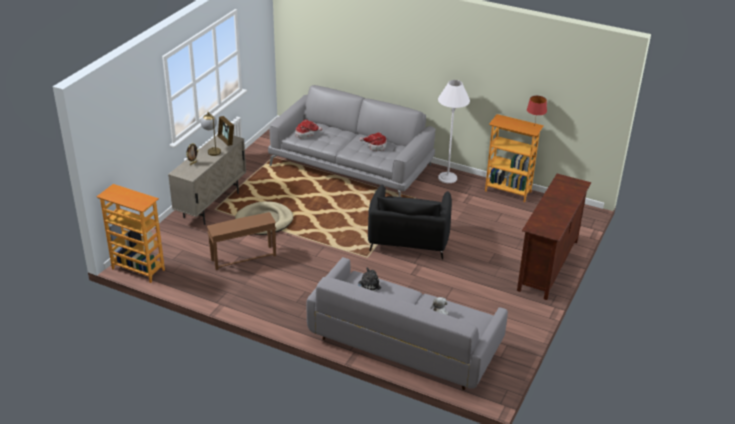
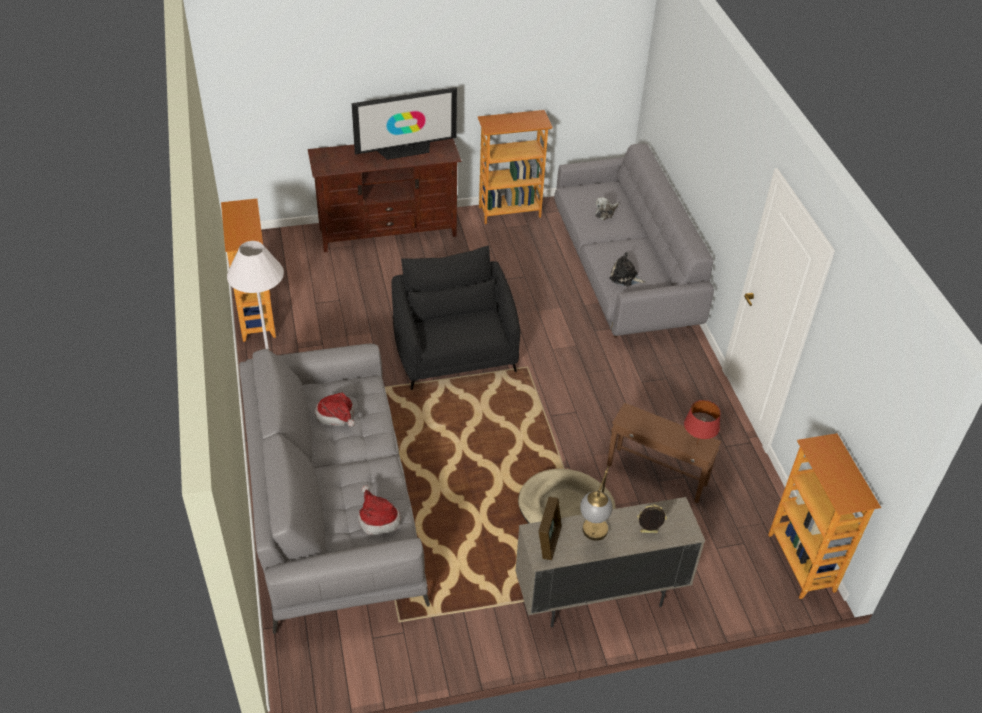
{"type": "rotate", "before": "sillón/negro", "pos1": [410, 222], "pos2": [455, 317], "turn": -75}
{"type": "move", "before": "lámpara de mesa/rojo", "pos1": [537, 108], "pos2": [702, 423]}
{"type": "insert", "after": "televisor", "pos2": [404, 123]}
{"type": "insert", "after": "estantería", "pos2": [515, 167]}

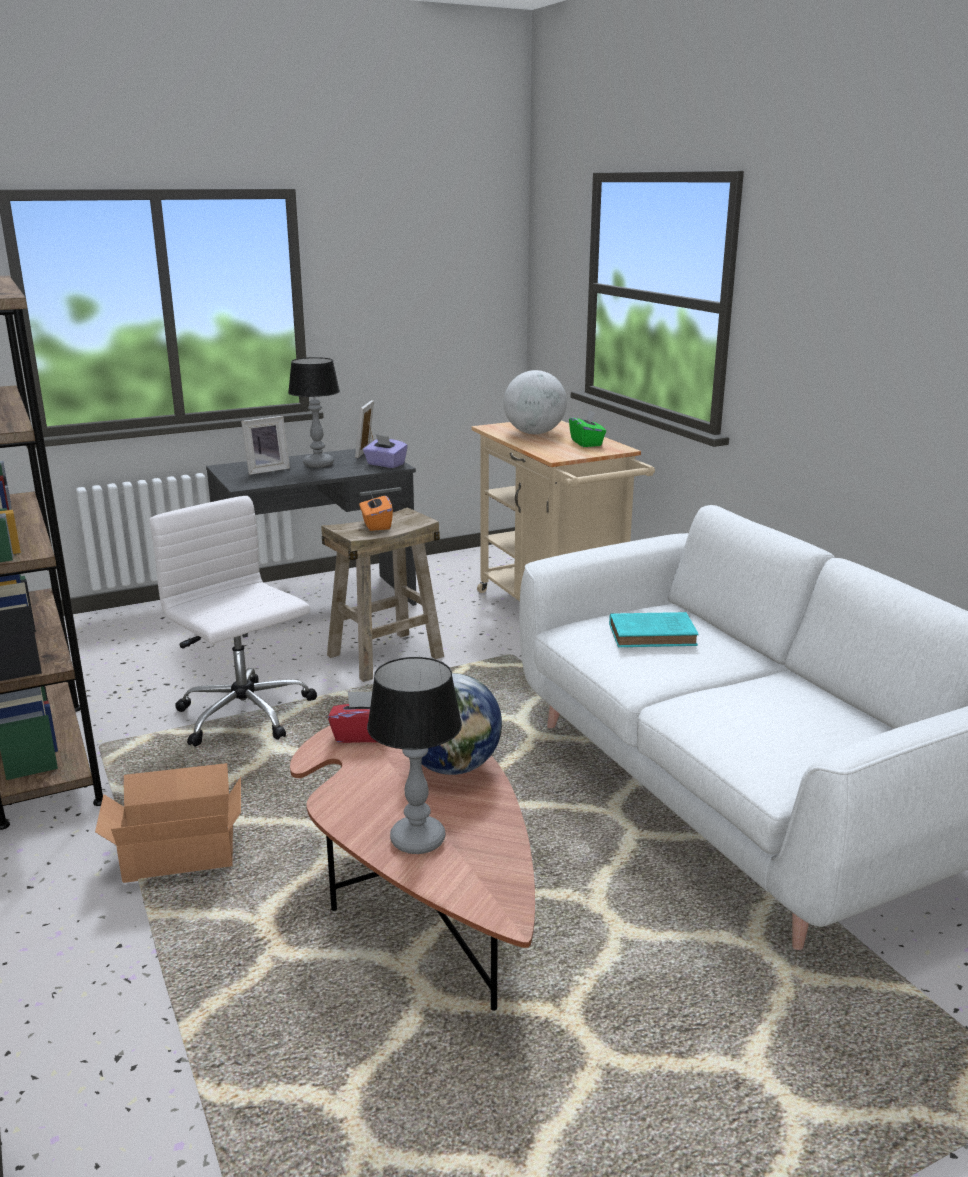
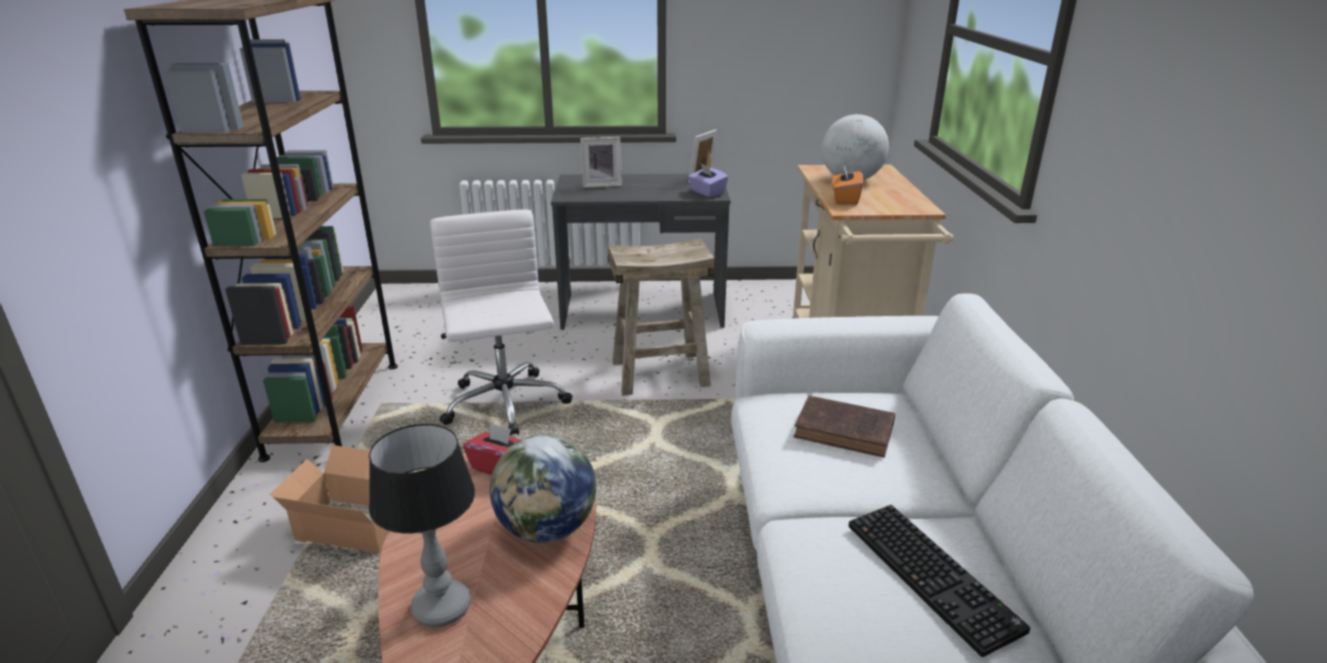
{"type": "delete", "before": "lámpara de mesa", "pos1": [314, 412]}
{"type": "move", "before": "caja de pañuelos/naranja", "pos1": [376, 511], "pos2": [847, 185]}
{"type": "delete", "before": "caja de pañuelos/verde", "pos1": [587, 428]}
{"type": "recolor", "before": "libro/turquesa", "after": "libro/marrón", "pos1": [654, 629], "pos2": [844, 426]}
{"type": "insert", "after": "teclado", "pos2": [939, 581]}

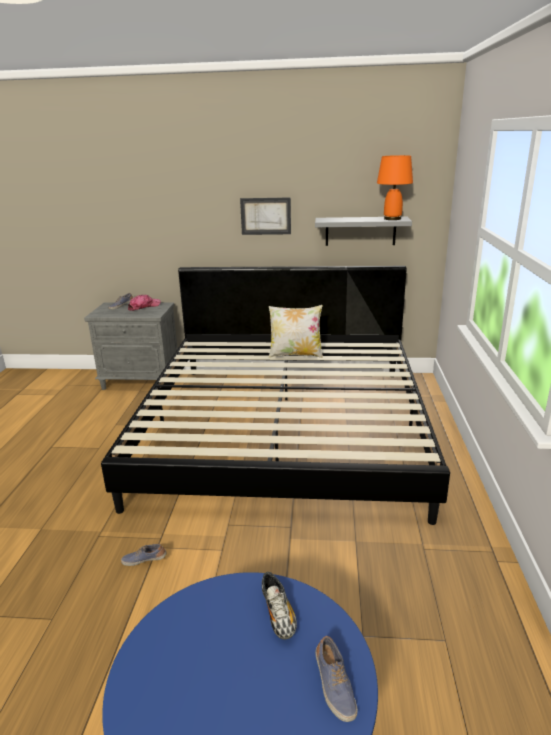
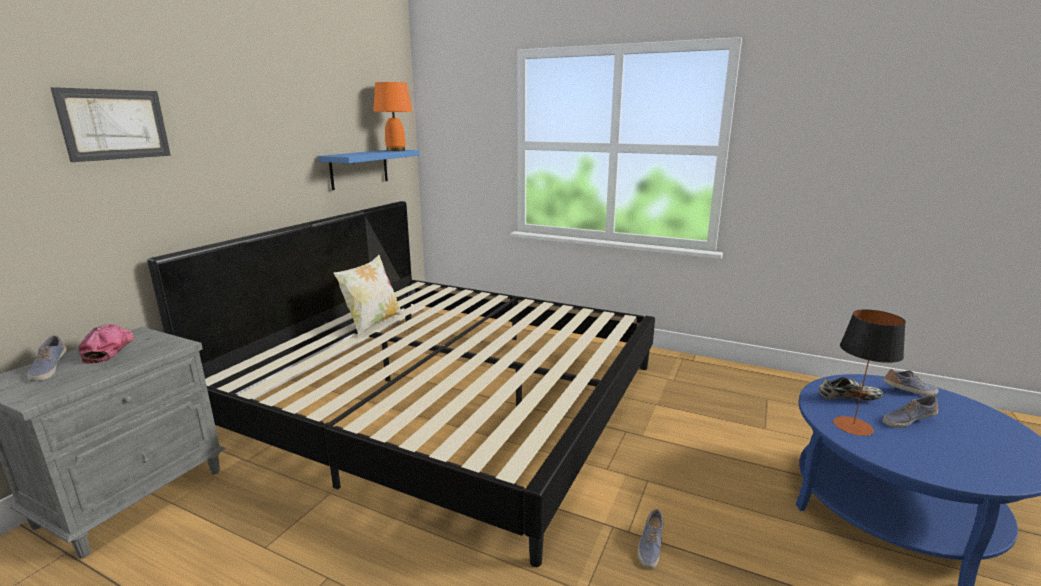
{"type": "move", "before": "cuadro", "pos1": [265, 216], "pos2": [110, 124]}
{"type": "recolor", "before": "estante/gris", "after": "estante/azul", "pos1": [363, 231], "pos2": [368, 170]}
{"type": "insert", "after": "lámpara de mesa", "pos2": [869, 373]}
{"type": "insert", "after": "zapato", "pos2": [910, 412]}

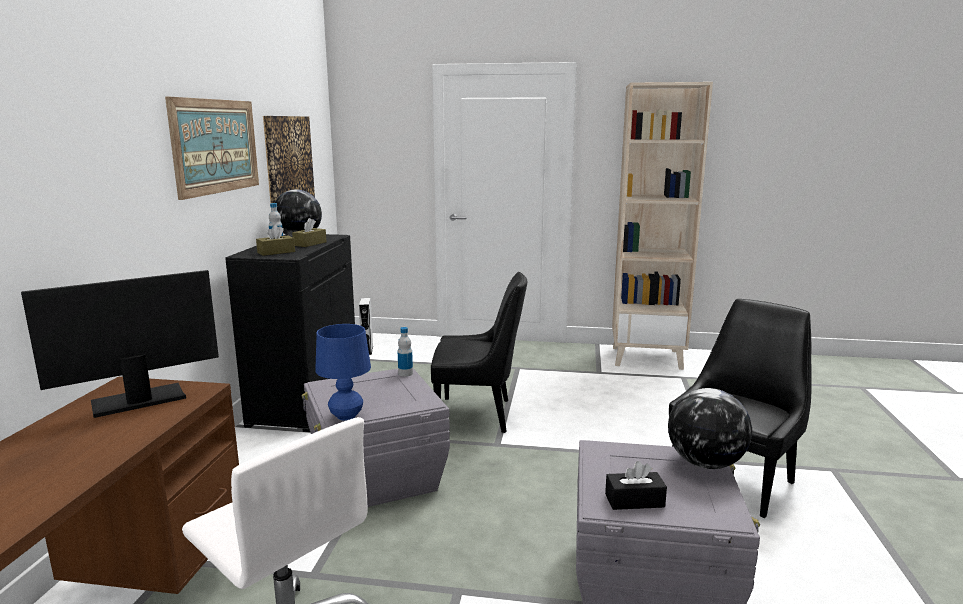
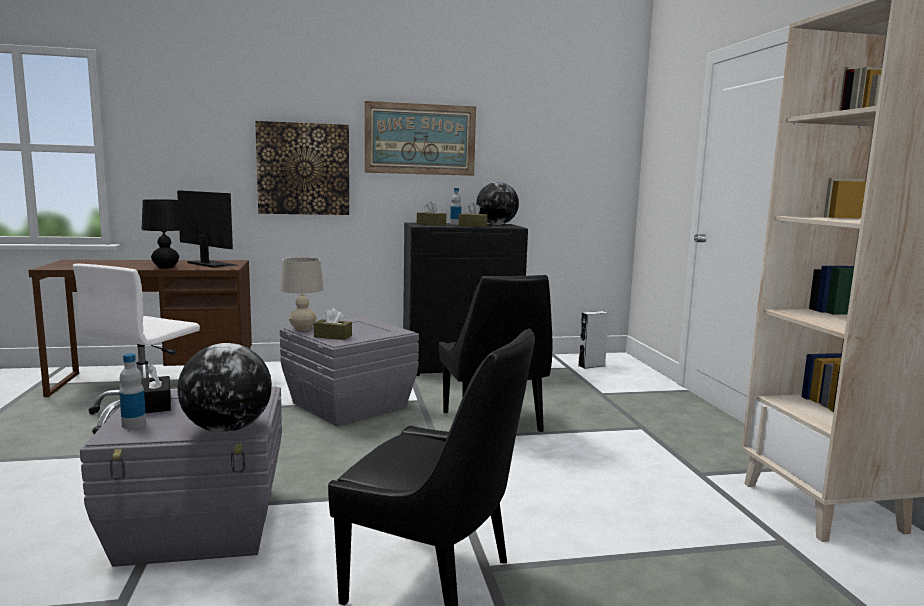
{"type": "move", "before": "cuadro", "pos1": [289, 159], "pos2": [302, 168]}
{"type": "recolor", "before": "lámpara de mesa/azul", "after": "lámpara de mesa/beis", "pos1": [343, 372], "pos2": [302, 294]}
{"type": "move", "before": "botella", "pos1": [405, 352], "pos2": [132, 391]}
{"type": "insert", "after": "lámpara de mesa/negro", "pos2": [163, 234]}
{"type": "insert", "after": "caja de pañuelos/marrón", "pos2": [333, 324]}

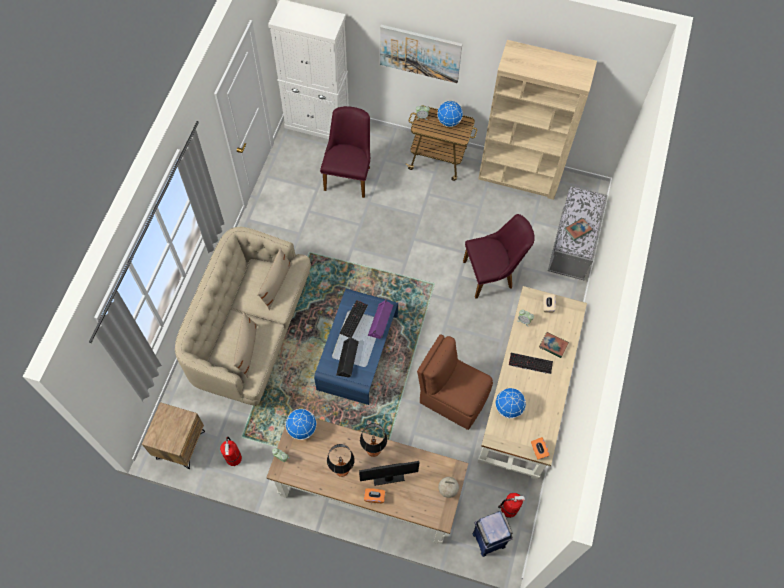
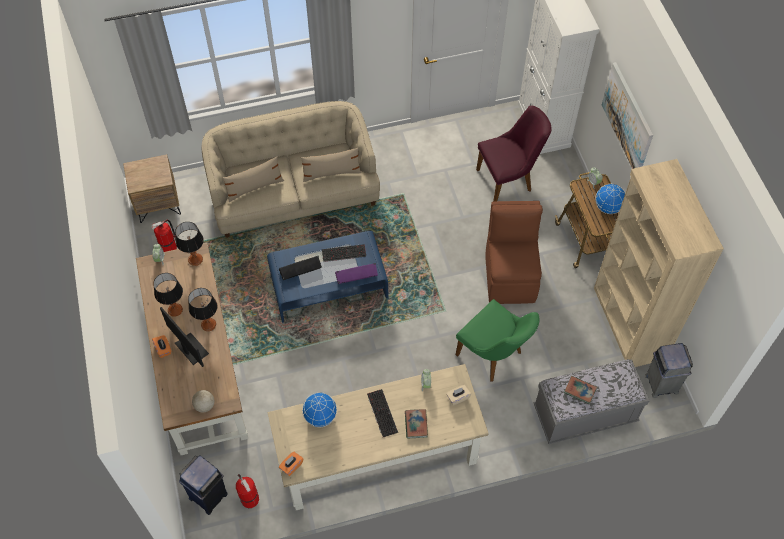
{"type": "replace", "before": "globo terráqueo", "after": "lámpara de mesa", "pos1": [301, 424], "pos2": [189, 244]}
{"type": "move", "before": "silla/marrón", "pos1": [455, 382], "pos2": [514, 252]}
{"type": "recolor", "before": "silla/morado", "after": "silla/verde", "pos1": [499, 256], "pos2": [498, 340]}
{"type": "insert", "after": "papelera/gris", "pos2": [669, 370]}

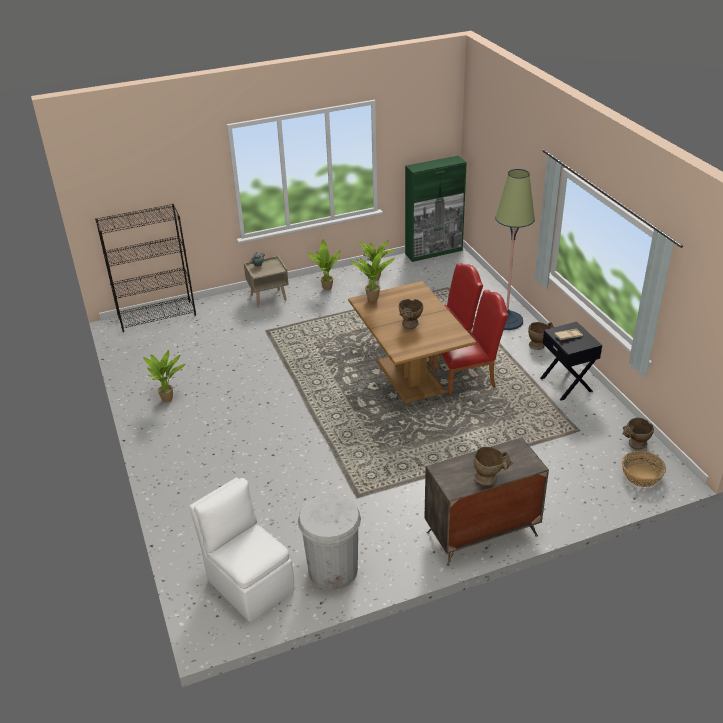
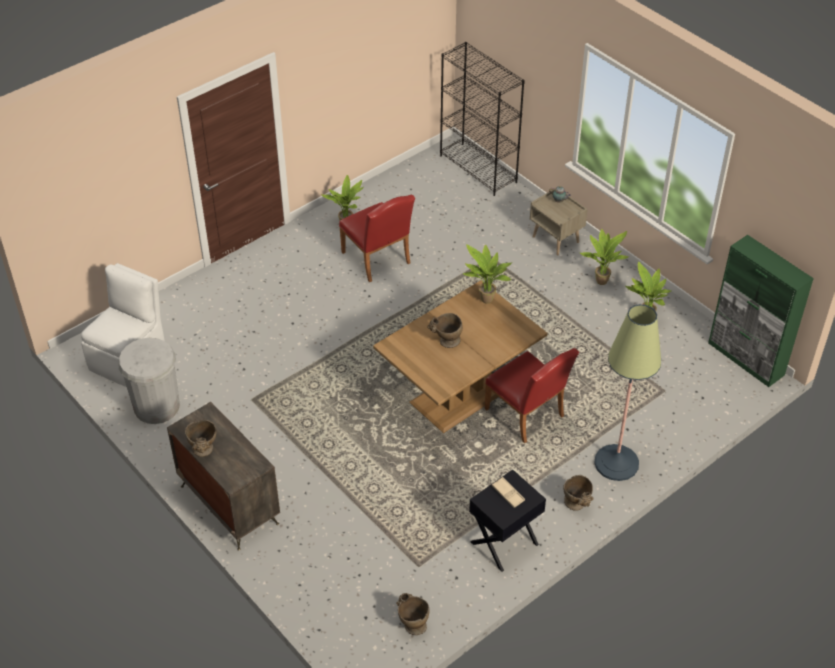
{"type": "move", "before": "silla/rojo", "pos1": [471, 343], "pos2": [377, 238]}
{"type": "delete", "before": "cesta", "pos1": [644, 469]}

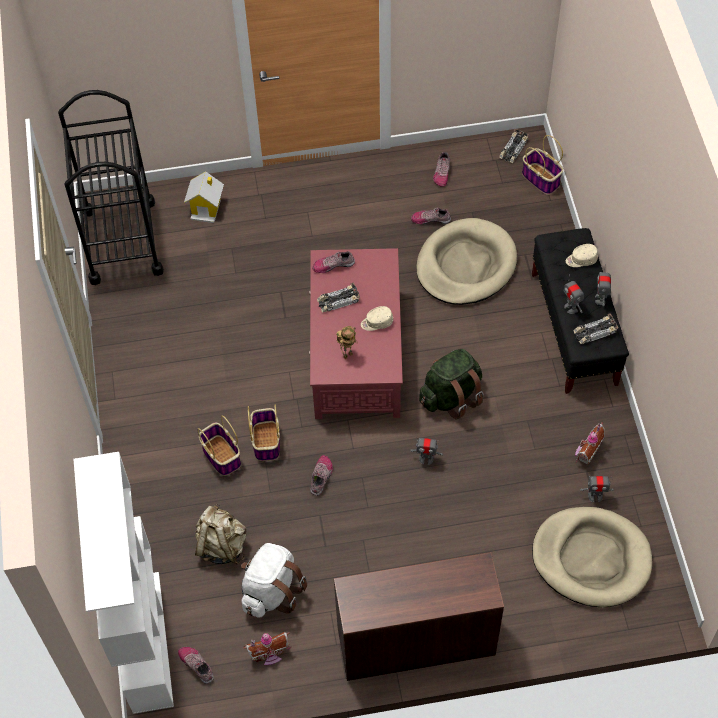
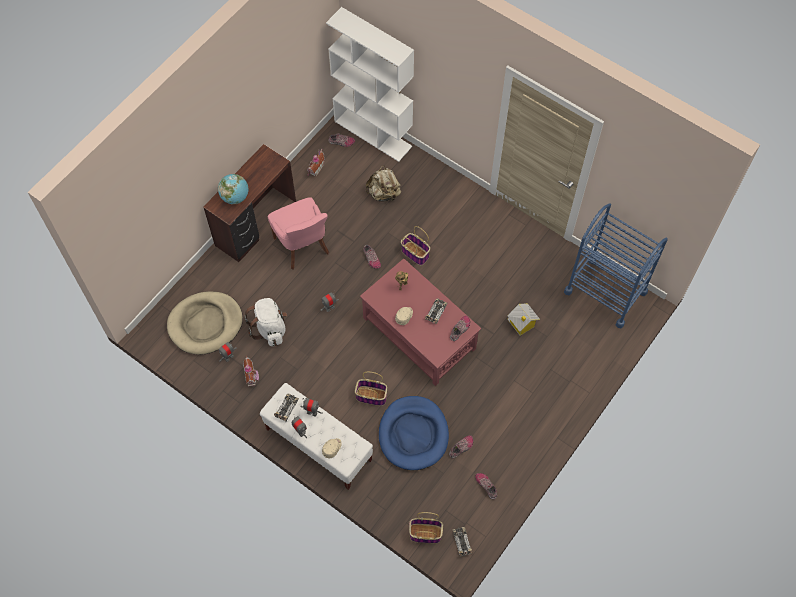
{"type": "recolor", "before": "carrito/negro", "after": "carrito/azul", "pos1": [111, 187], "pos2": [616, 266]}
{"type": "move", "before": "casita", "pos1": [204, 197], "pos2": [523, 319]}
{"type": "move", "before": "cesta", "pos1": [219, 445], "pos2": [371, 389]}
{"type": "move", "before": "mochila/blanco", "pos1": [274, 580], "pos2": [265, 322]}
{"type": "recolor", "before": "cama para perro/beis", "after": "cama para perro/azul", "pos1": [466, 261], "pos2": [414, 433]}
{"type": "delete", "before": "mochila/verde", "pos1": [451, 384]}
{"type": "recolor", "before": "banco/negro", "after": "banco/blanco", "pos1": [580, 311], "pos2": [316, 436]}
{"type": "insert", "after": "globo terráqueo", "pos2": [233, 189]}
{"type": "insert", "after": "silla/rosa", "pos2": [299, 233]}

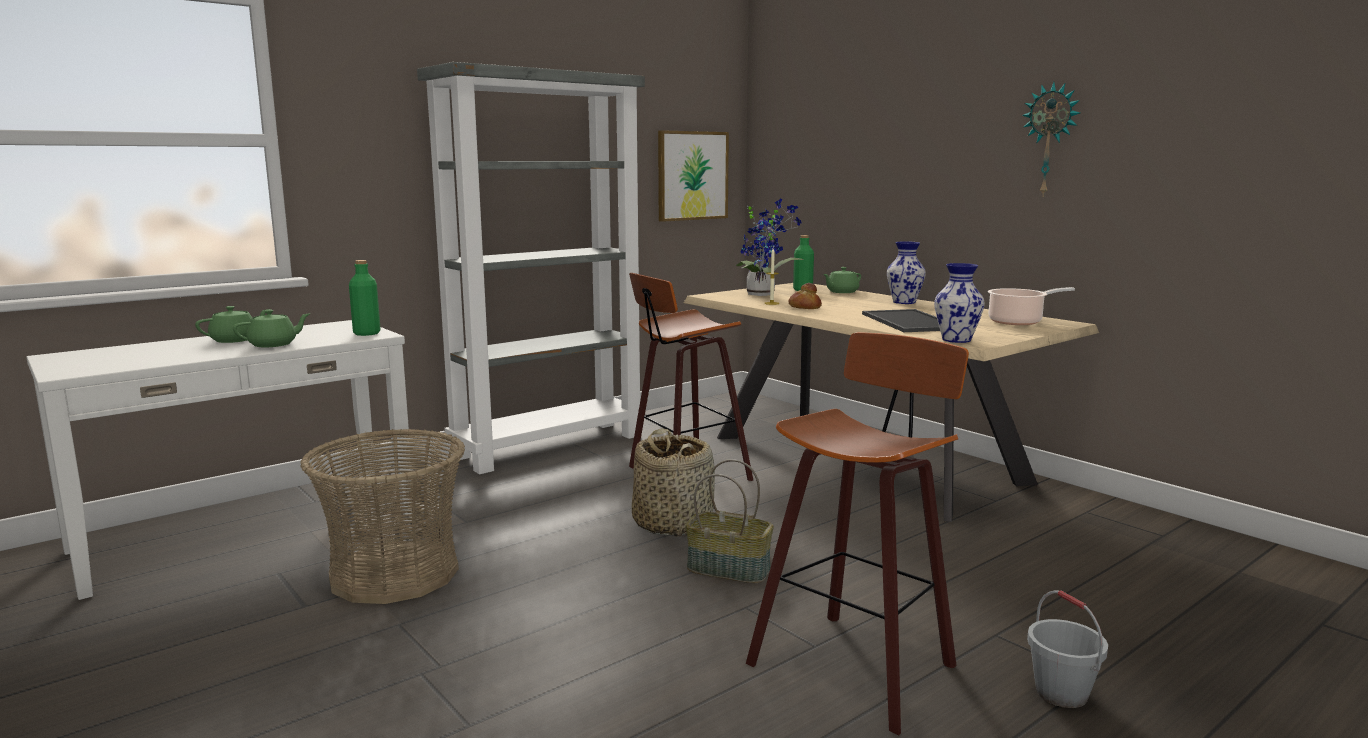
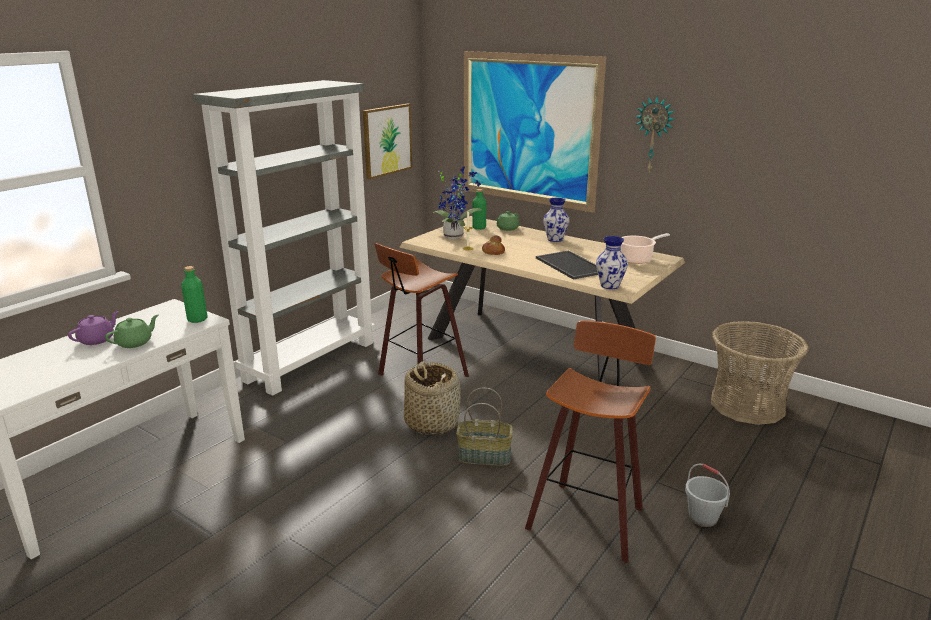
{"type": "recolor", "before": "tetera/verde", "after": "tetera/morado", "pos1": [232, 324], "pos2": [93, 328]}
{"type": "move", "before": "cesta", "pos1": [382, 516], "pos2": [760, 373]}
{"type": "insert", "after": "cuadro", "pos2": [535, 132]}

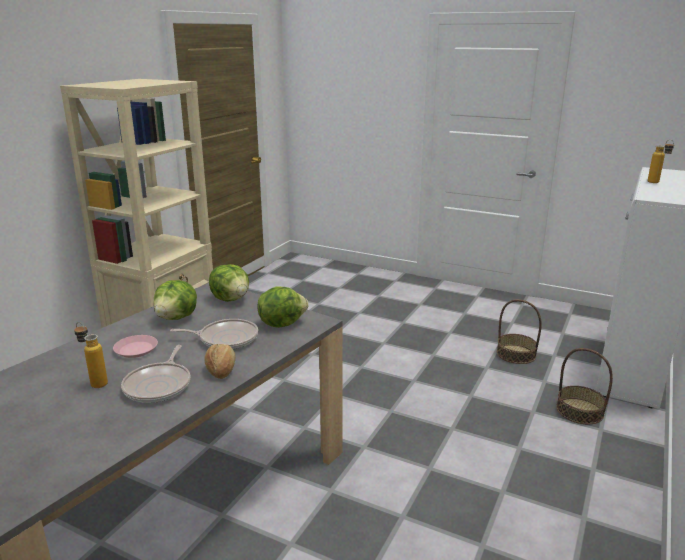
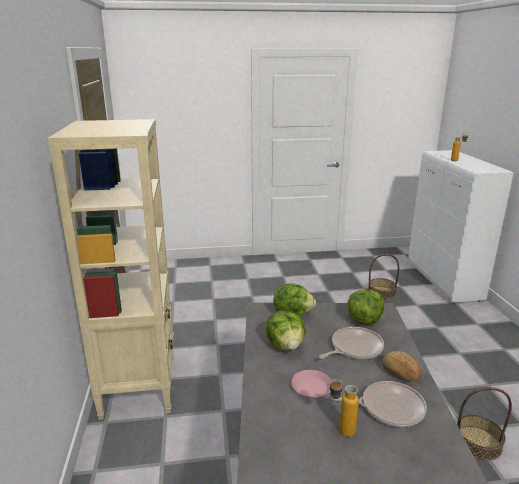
{"type": "rotate", "before": "sartén", "pos1": [155, 374], "pos2": [379, 404], "turn": -60}
{"type": "move", "before": "cesta", "pos1": [584, 386], "pos2": [484, 424]}

